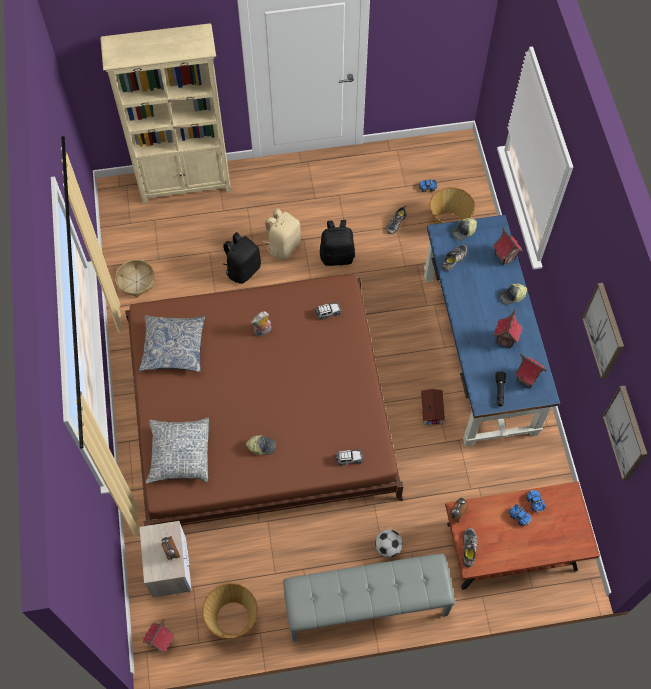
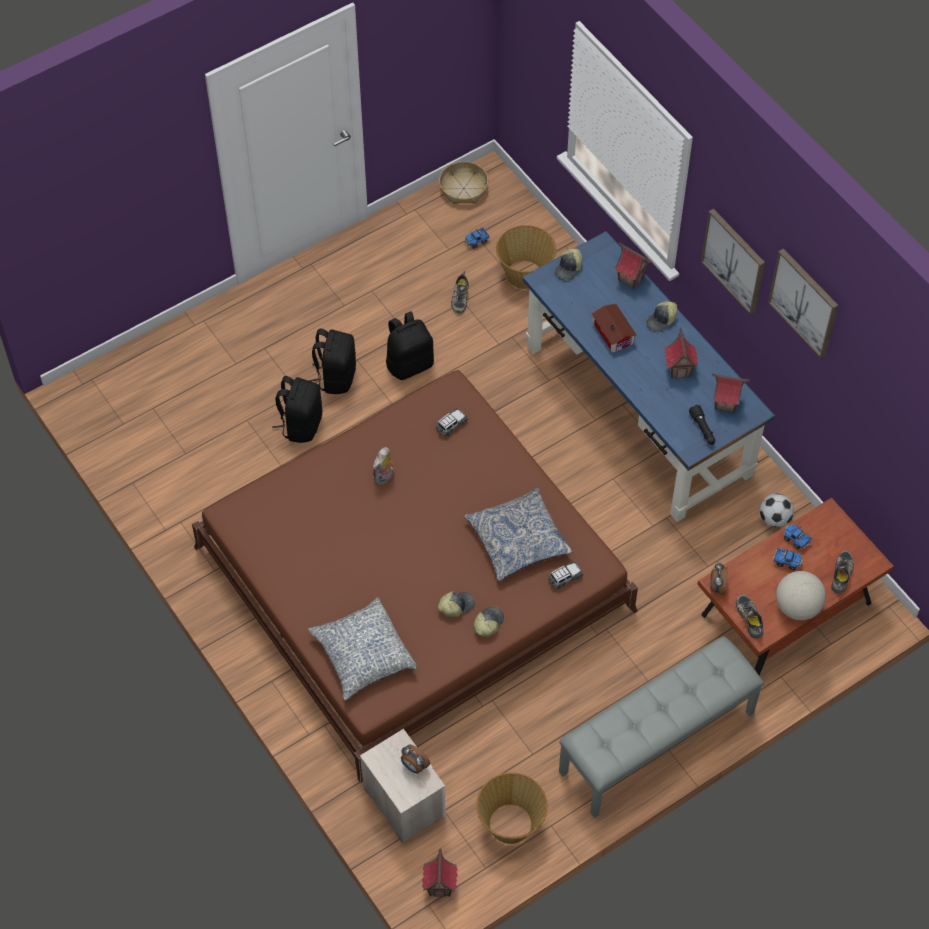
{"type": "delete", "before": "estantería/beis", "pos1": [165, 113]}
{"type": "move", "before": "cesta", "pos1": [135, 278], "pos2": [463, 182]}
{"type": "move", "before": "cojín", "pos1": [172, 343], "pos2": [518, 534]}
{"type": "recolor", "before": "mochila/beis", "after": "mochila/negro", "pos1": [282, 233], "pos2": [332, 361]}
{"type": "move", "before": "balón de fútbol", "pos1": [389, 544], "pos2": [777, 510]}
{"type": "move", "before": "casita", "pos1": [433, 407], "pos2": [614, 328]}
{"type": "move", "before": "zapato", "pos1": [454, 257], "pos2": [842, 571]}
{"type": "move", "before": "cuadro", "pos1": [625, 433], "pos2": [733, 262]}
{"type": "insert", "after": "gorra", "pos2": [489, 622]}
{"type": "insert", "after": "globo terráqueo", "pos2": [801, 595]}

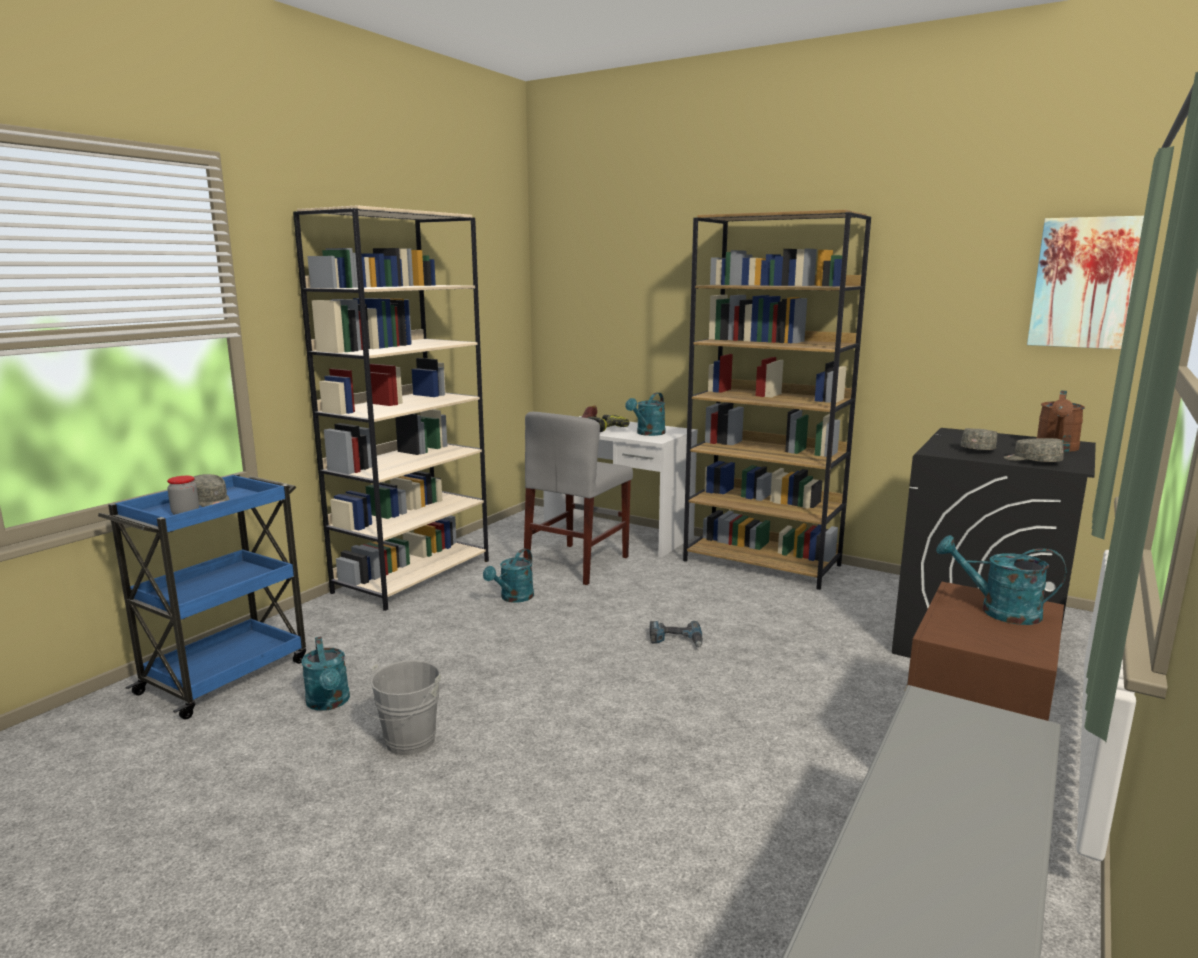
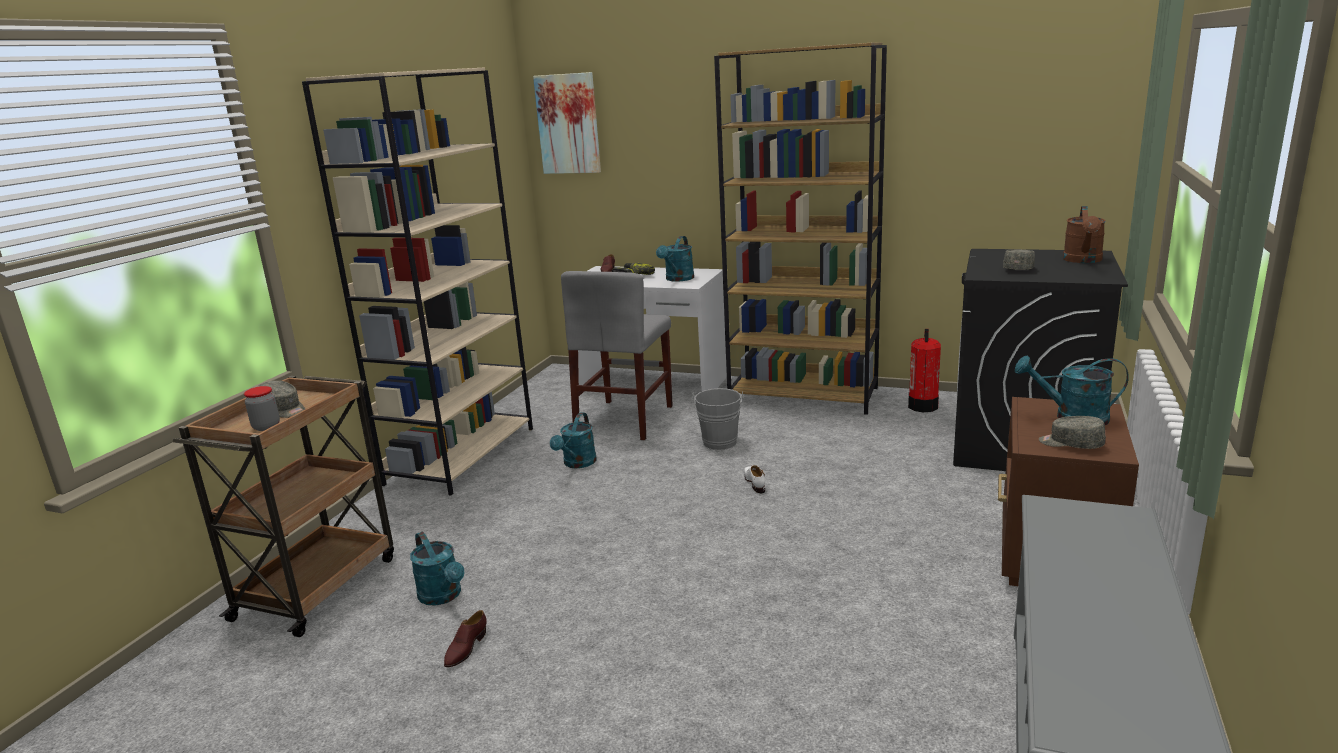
{"type": "recolor", "before": "carrito/azul", "after": "carrito/marrón", "pos1": [202, 597], "pos2": [283, 506]}
{"type": "move", "before": "cubo/gris", "pos1": [401, 708], "pos2": [718, 419]}
{"type": "replace", "before": "taladro", "after": "zapato/blanco", "pos1": [676, 634], "pos2": [754, 479]}
{"type": "move", "before": "gorra/gris", "pos1": [1034, 450], "pos2": [1072, 432]}
{"type": "move", "before": "cuadro", "pos1": [1085, 282], "pos2": [567, 123]}
{"type": "insert", "after": "zapato/marrón", "pos2": [465, 638]}
{"type": "insert", "after": "extintor", "pos2": [924, 370]}

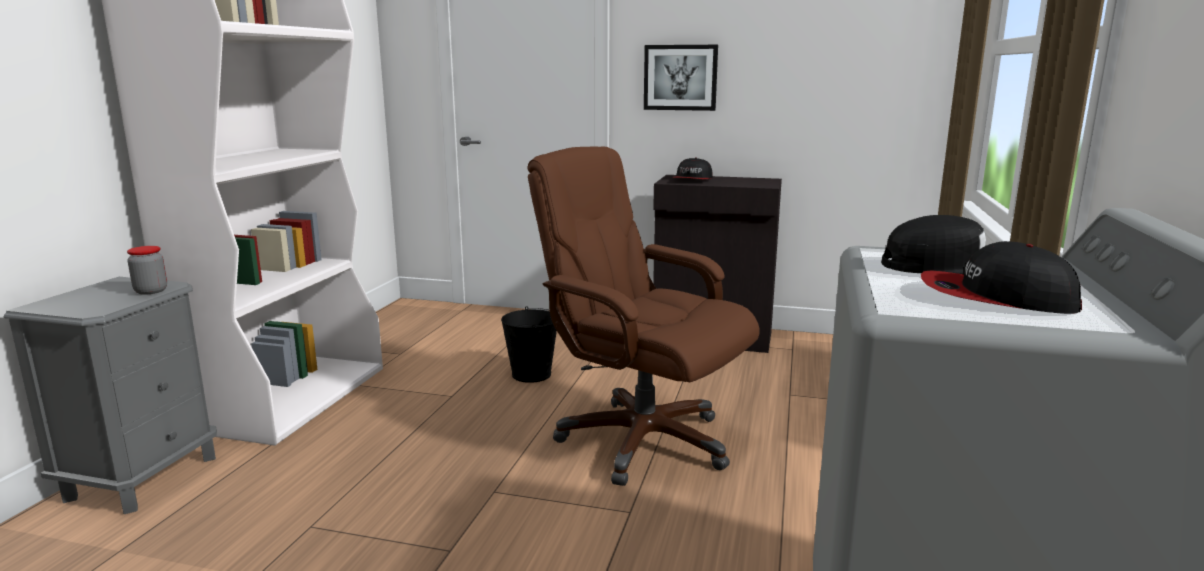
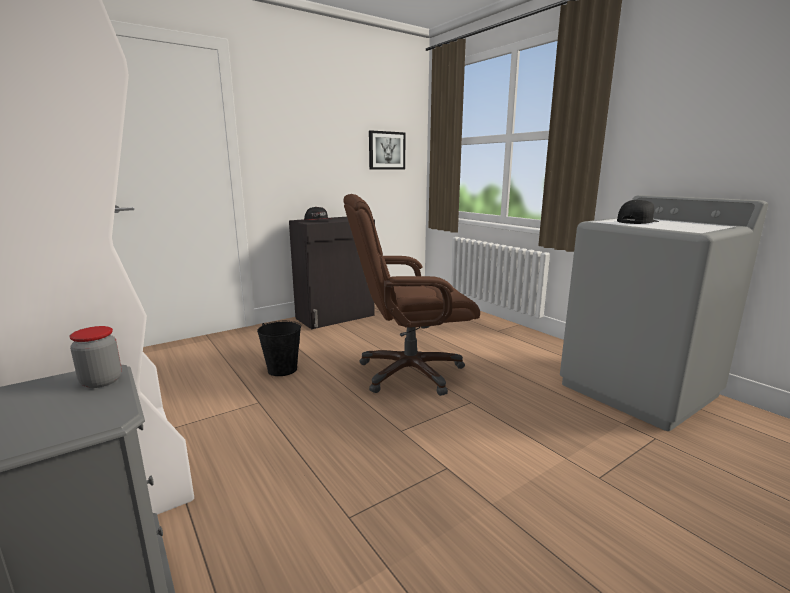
{"type": "move", "before": "cuadro", "pos1": [681, 78], "pos2": [387, 150]}
{"type": "delete", "before": "gorra", "pos1": [1001, 277]}

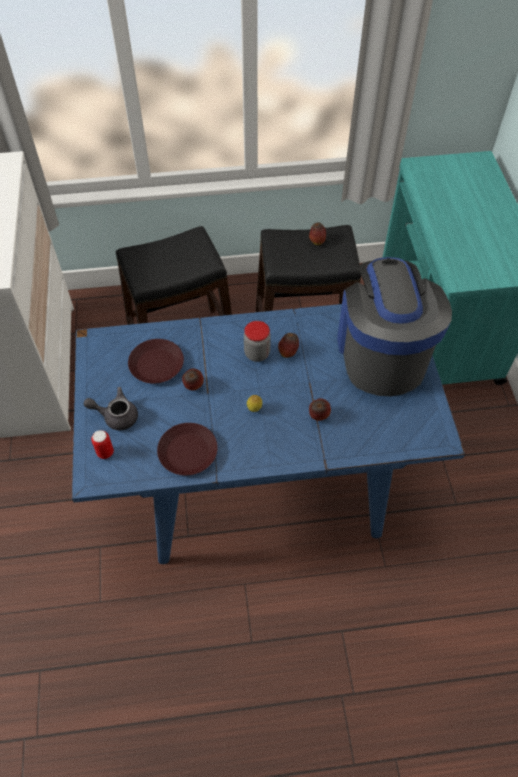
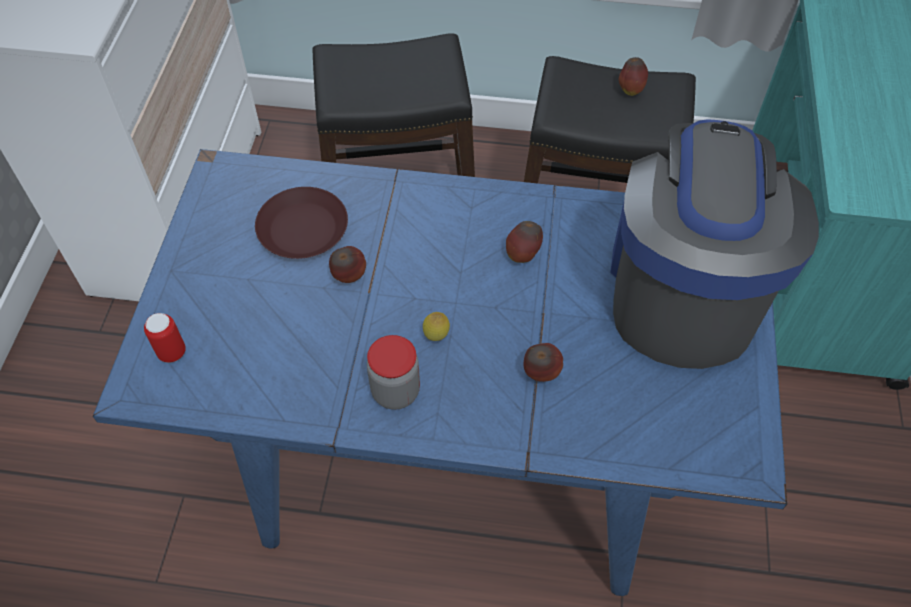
{"type": "delete", "before": "tetera/gris", "pos1": [111, 408]}
{"type": "delete", "before": "plato/marrón", "pos1": [187, 449]}
{"type": "move", "before": "tarro", "pos1": [257, 341], "pos2": [393, 372]}

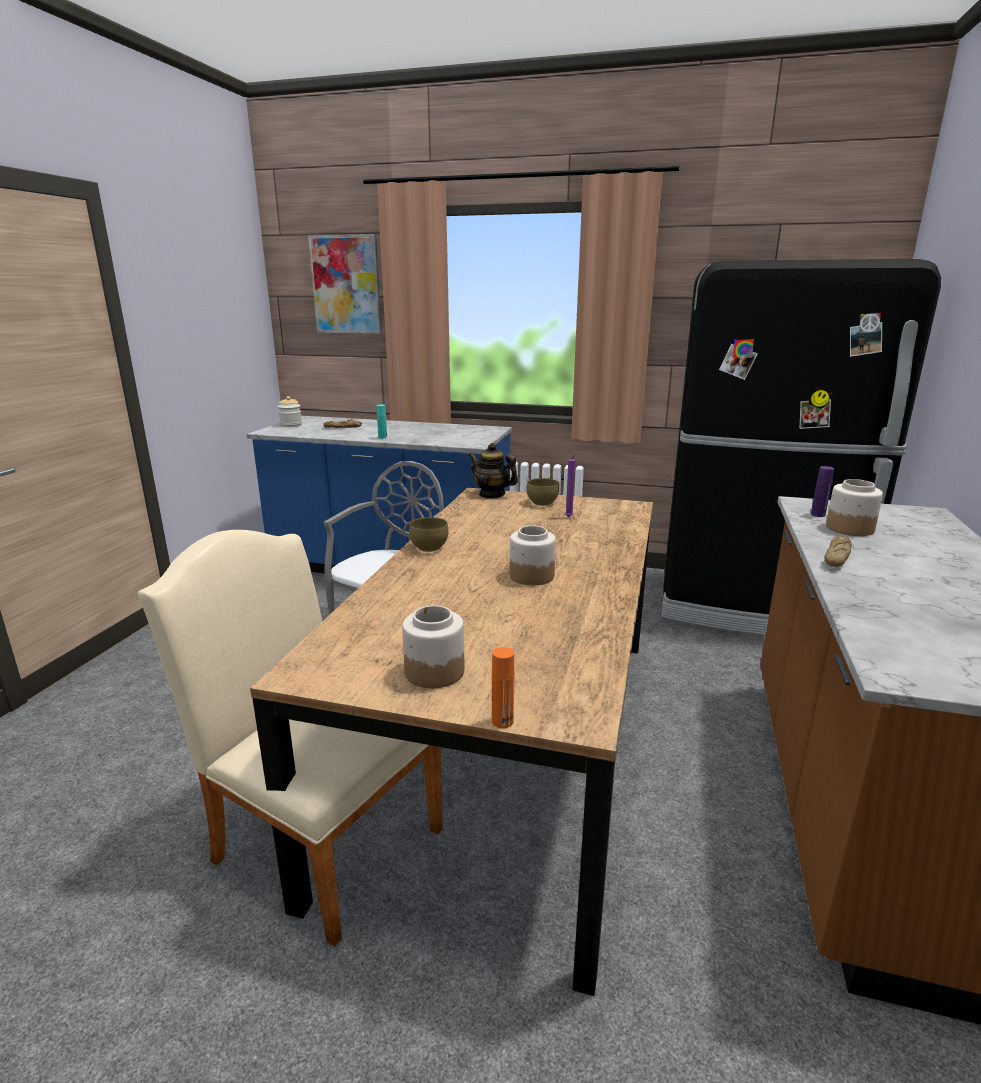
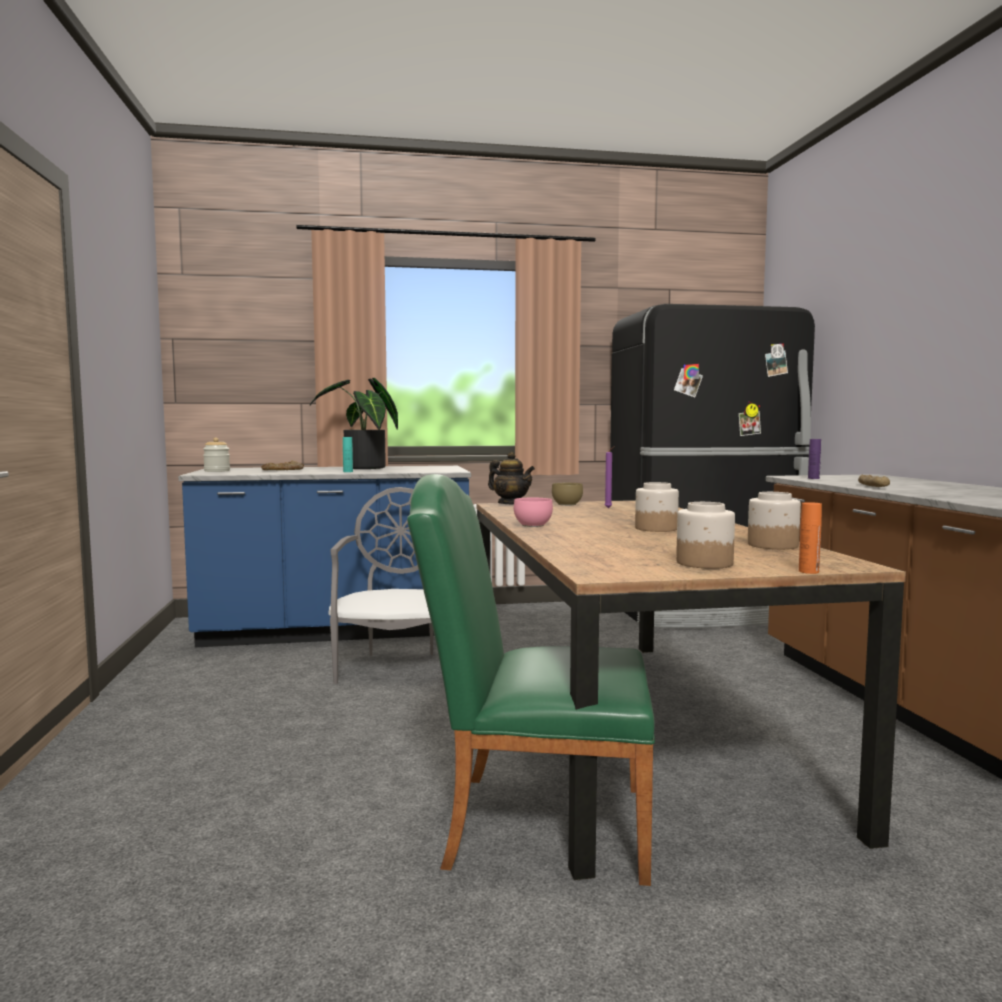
{"type": "recolor", "before": "silla/beis", "after": "silla/verde", "pos1": [290, 738], "pos2": [531, 680]}
{"type": "delete", "before": "cuadro", "pos1": [345, 284]}
{"type": "recolor", "before": "cuenco/marrón", "after": "cuenco/rosa", "pos1": [428, 534], "pos2": [533, 512]}
{"type": "rotate", "before": "tetera", "pos1": [493, 470], "pos2": [511, 478], "turn": -150}
{"type": "move", "before": "tarro", "pos1": [854, 507], "pos2": [774, 520]}
{"type": "insert", "after": "planta en maceta", "pos2": [354, 423]}

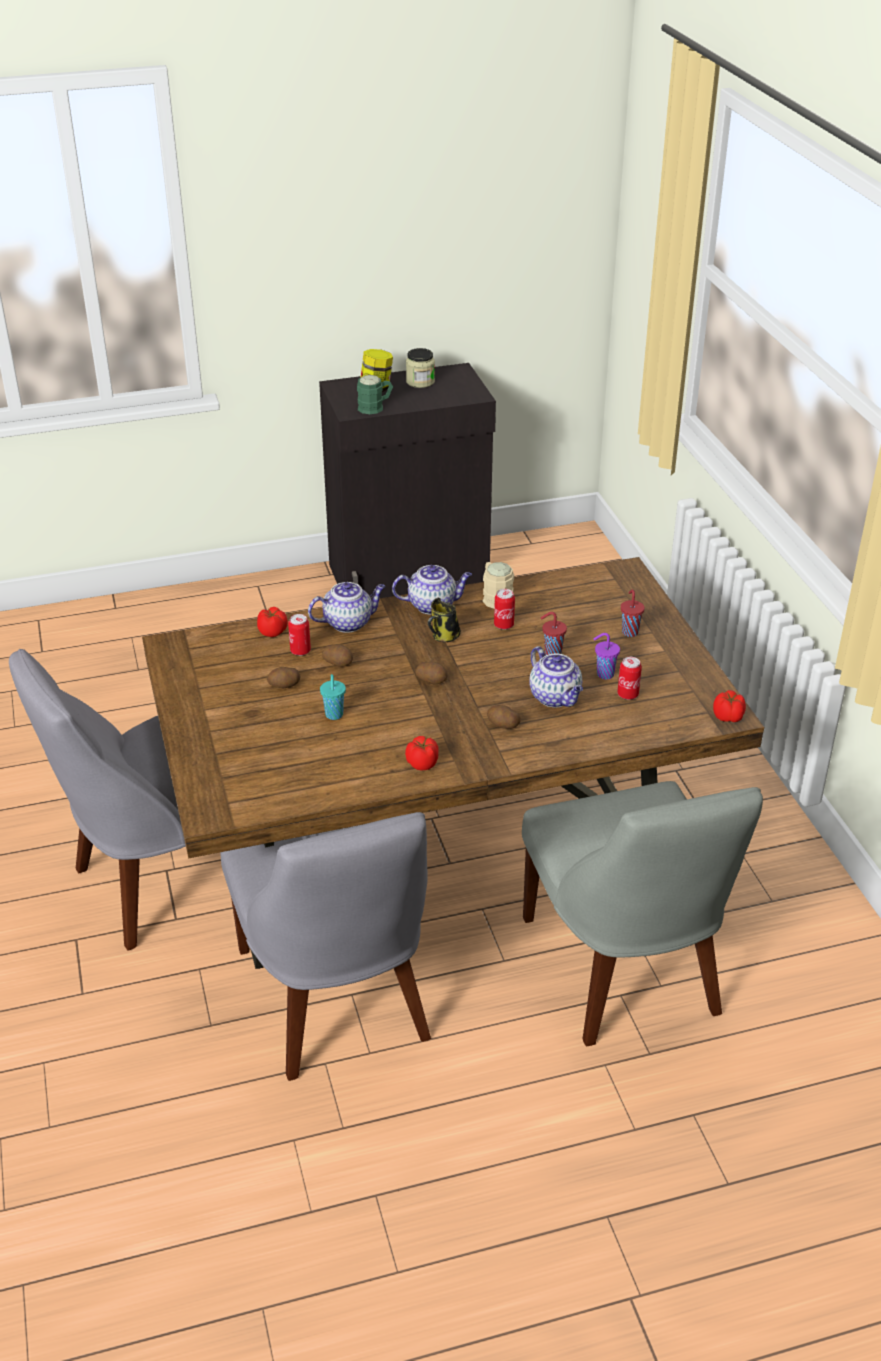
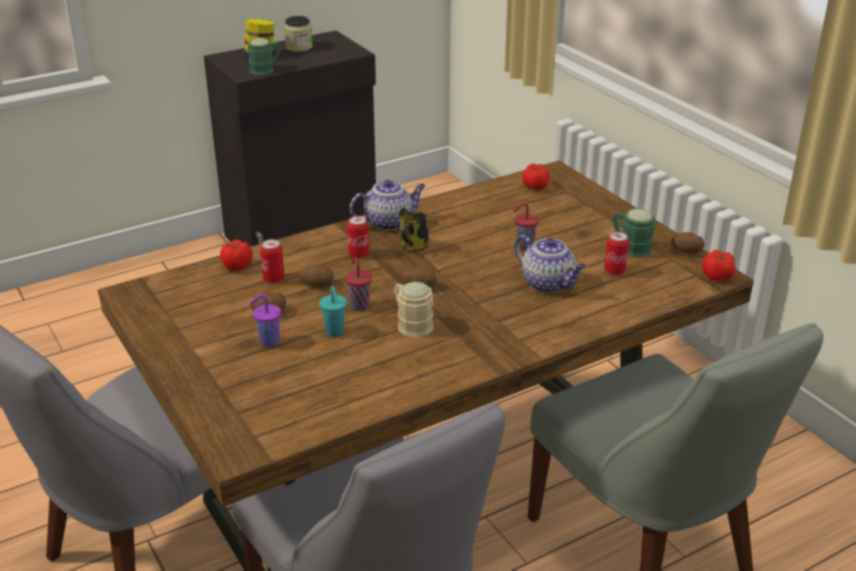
{"type": "delete", "before": "tetera", "pos1": [346, 607]}
{"type": "move", "before": "tomate", "pos1": [422, 753], "pos2": [535, 176]}
{"type": "move", "before": "taza grande/beis", "pos1": [498, 585], "pos2": [414, 309]}
{"type": "move", "before": "patata", "pos1": [504, 717], "pos2": [687, 242]}
{"type": "move", "before": "lata", "pos1": [504, 609], "pos2": [358, 237]}
{"type": "move", "before": "taza/morado", "pos1": [606, 656], "pos2": [265, 320]}
{"type": "move", "before": "taza/rojo", "pos1": [633, 613], "pos2": [358, 284]}
{"type": "insert", "after": "taza grande/verde", "pos2": [634, 233]}

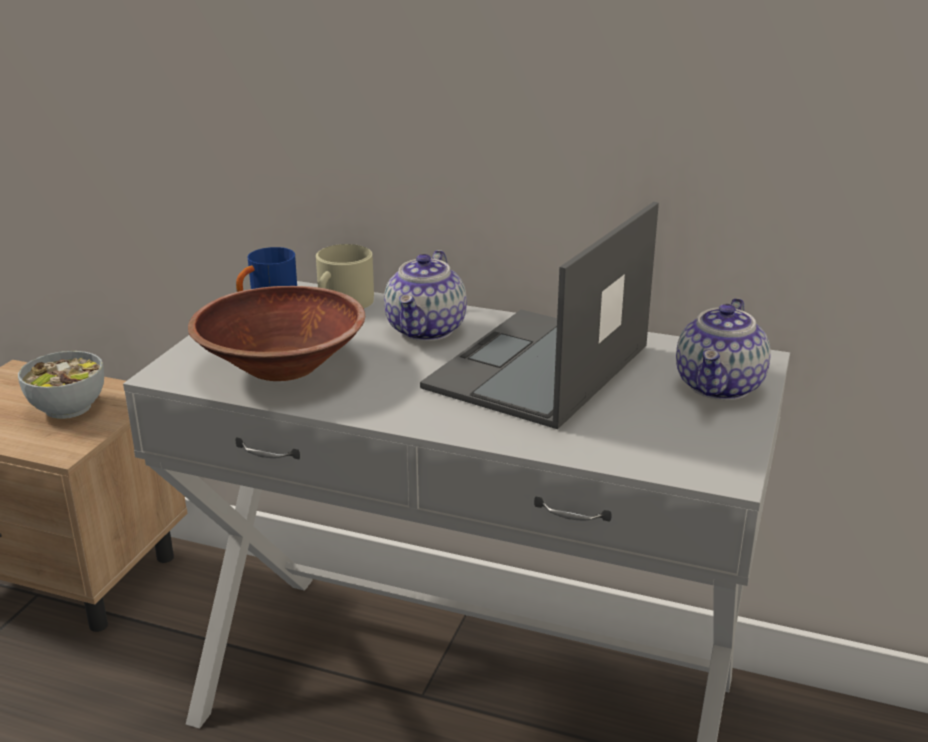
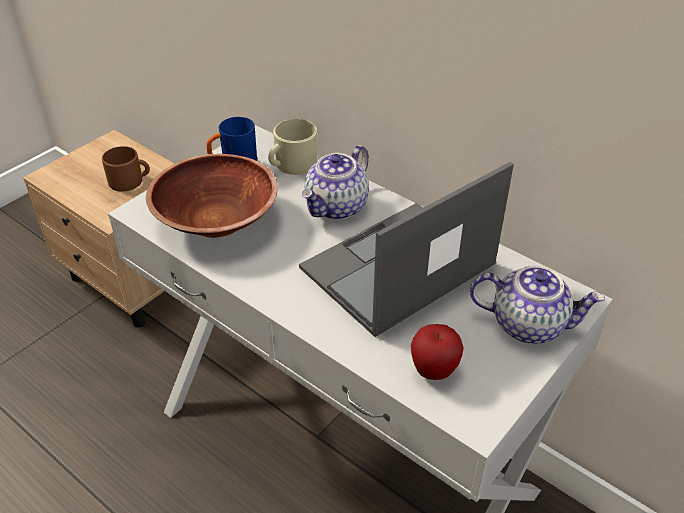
{"type": "replace", "before": "cuenco", "after": "taza grande/marrón", "pos1": [61, 385], "pos2": [126, 168]}
{"type": "rotate", "before": "tetera", "pos1": [723, 349], "pos2": [537, 304], "turn": -120}
{"type": "insert", "after": "manzana", "pos2": [437, 352]}

